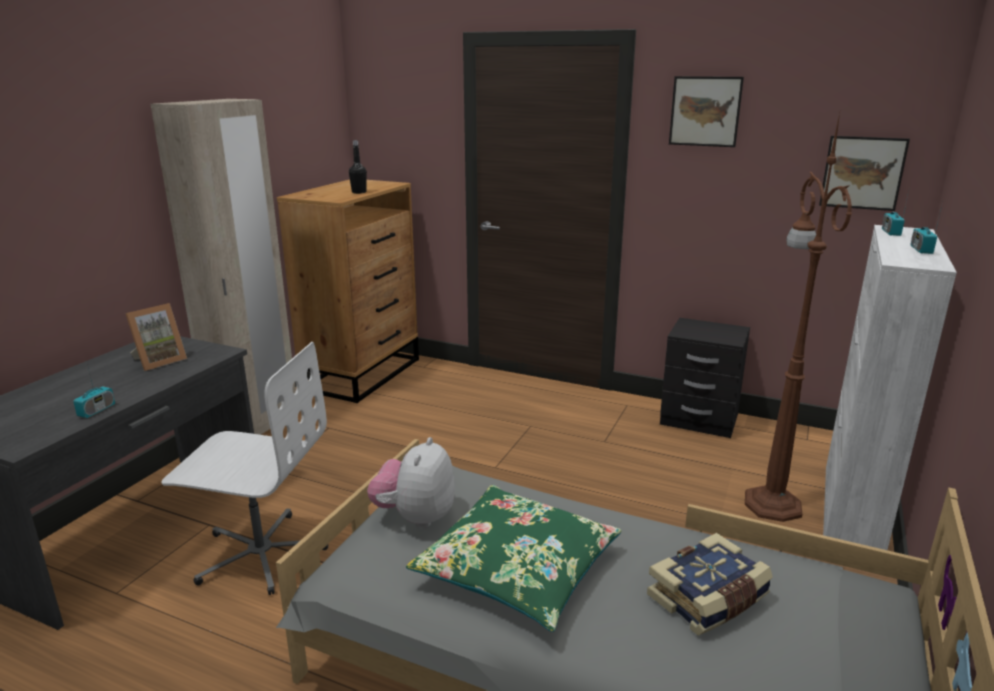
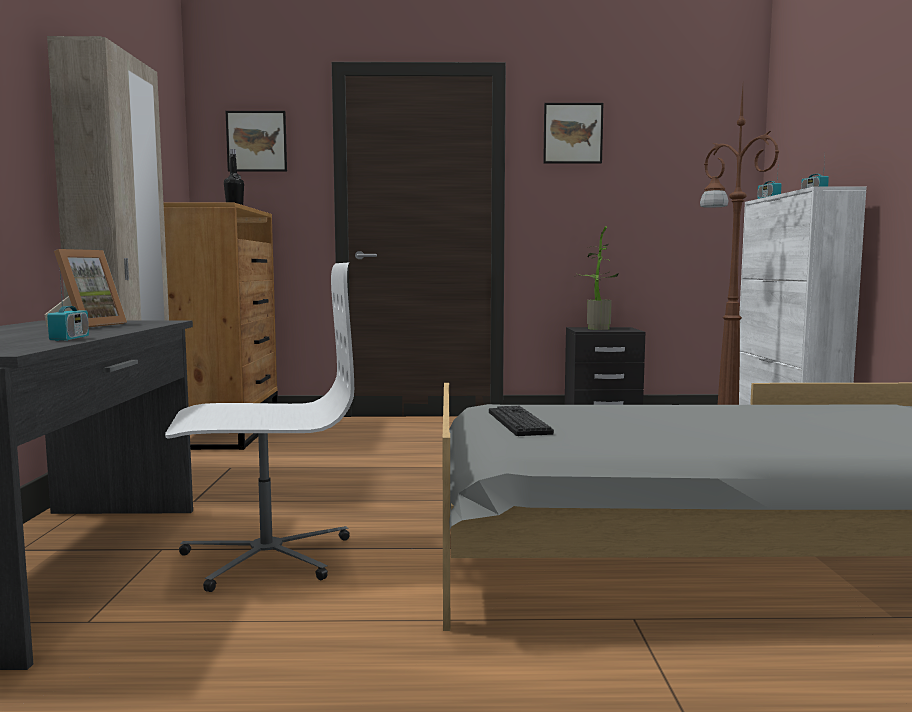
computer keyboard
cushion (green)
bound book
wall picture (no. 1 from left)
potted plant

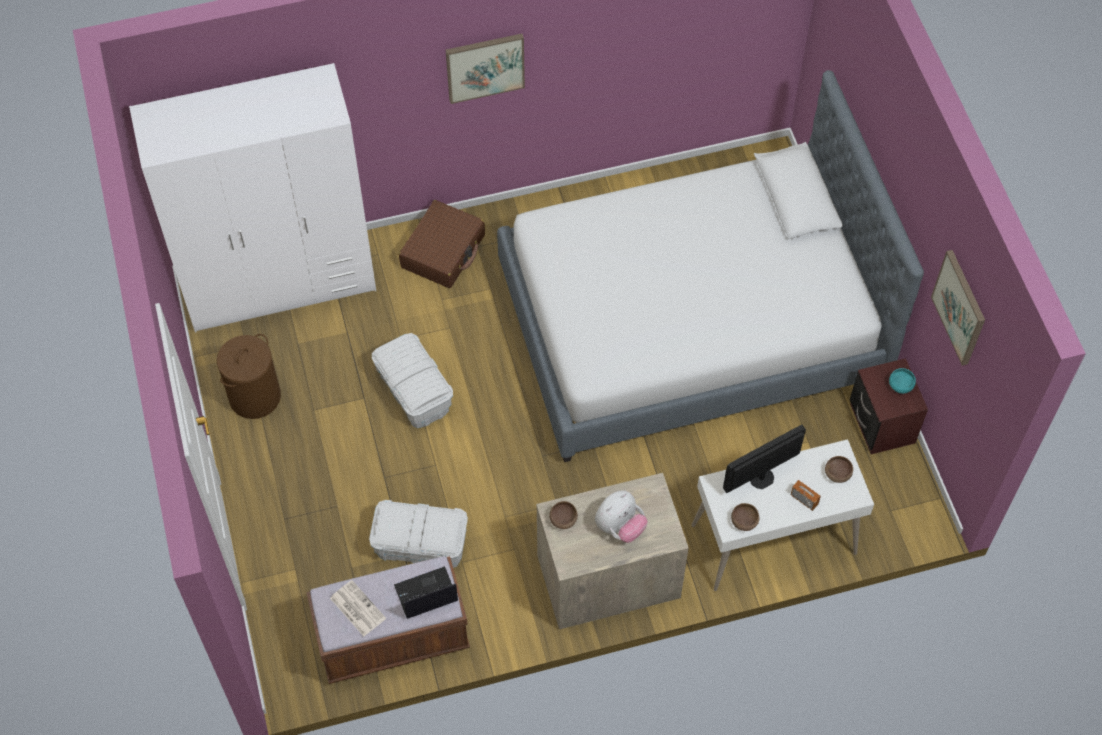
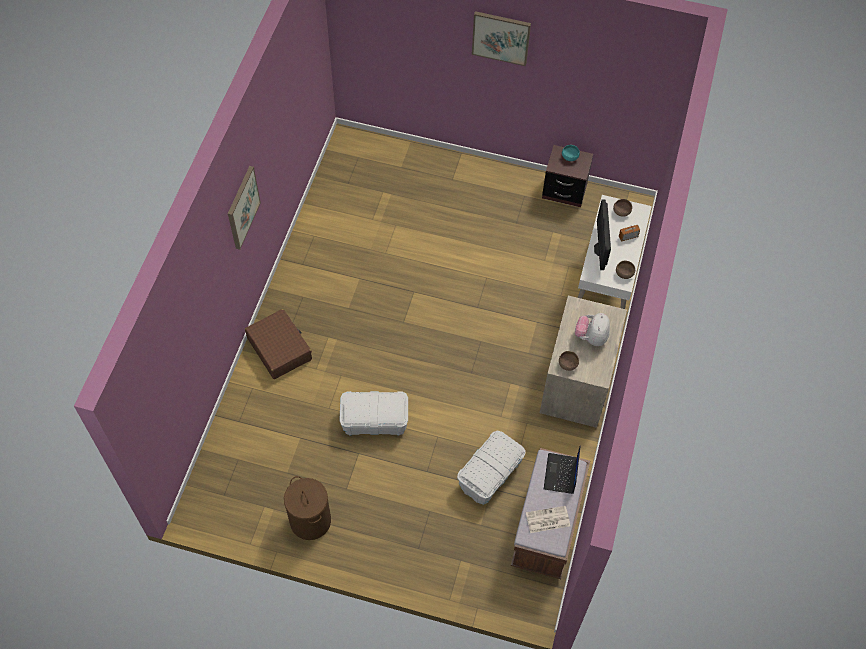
armoire (white)
bed
cuddly toy
wall picture (no. 2 from left)

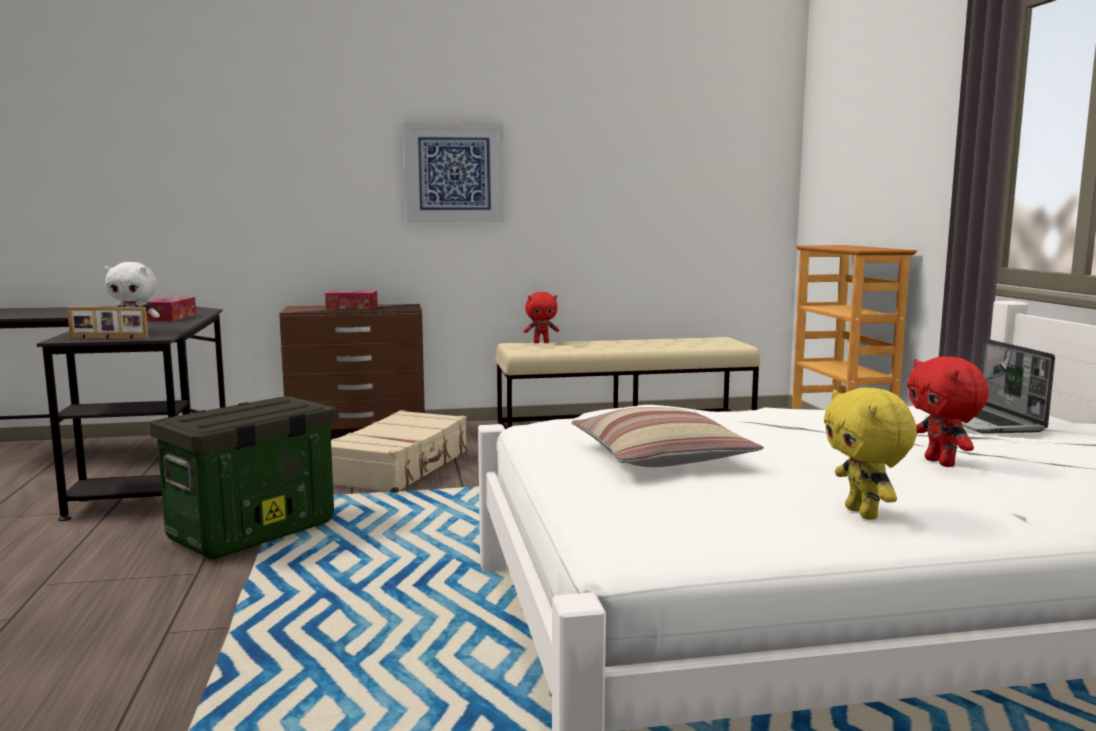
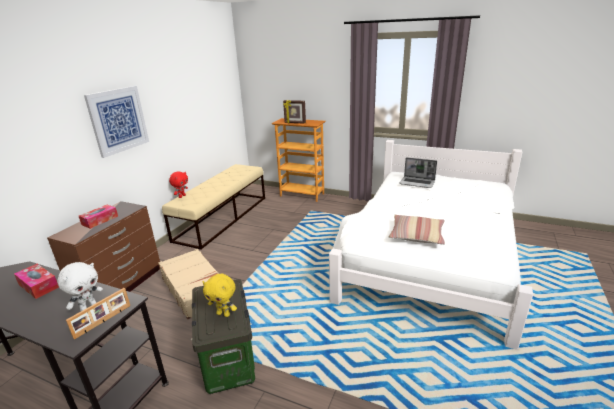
cuddly toy (yellow)
cuddly toy (red-coloured) (no. 2 from left in the first image)
standing frame (no. 2 from left)

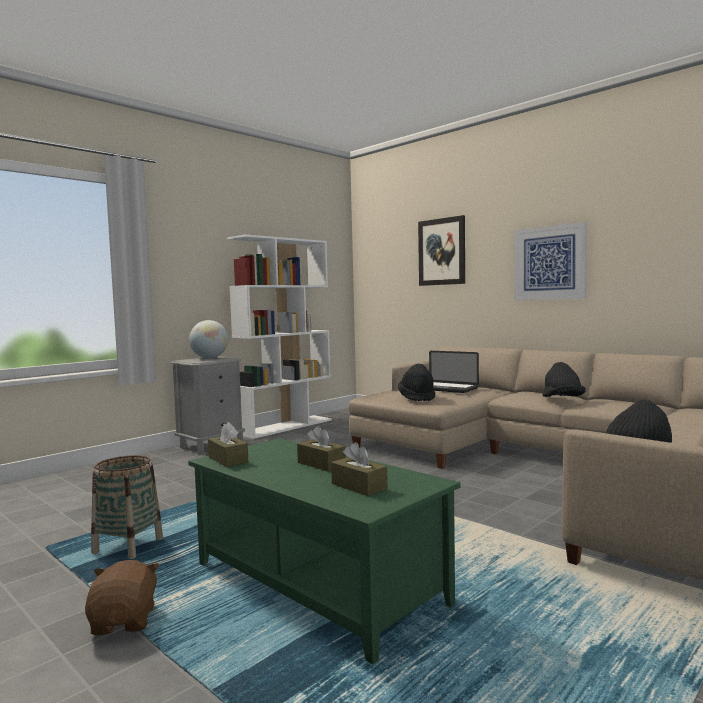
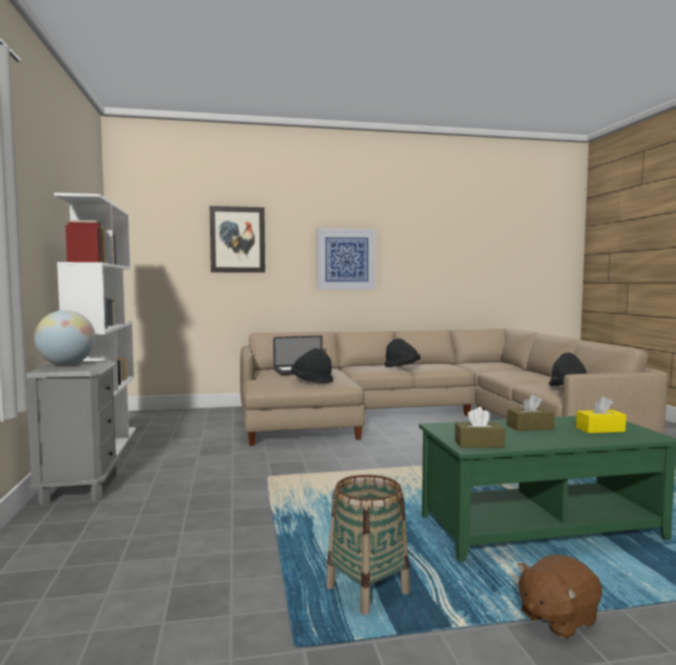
cuddly toy (brown-coloured)
tissue holder (yellow)

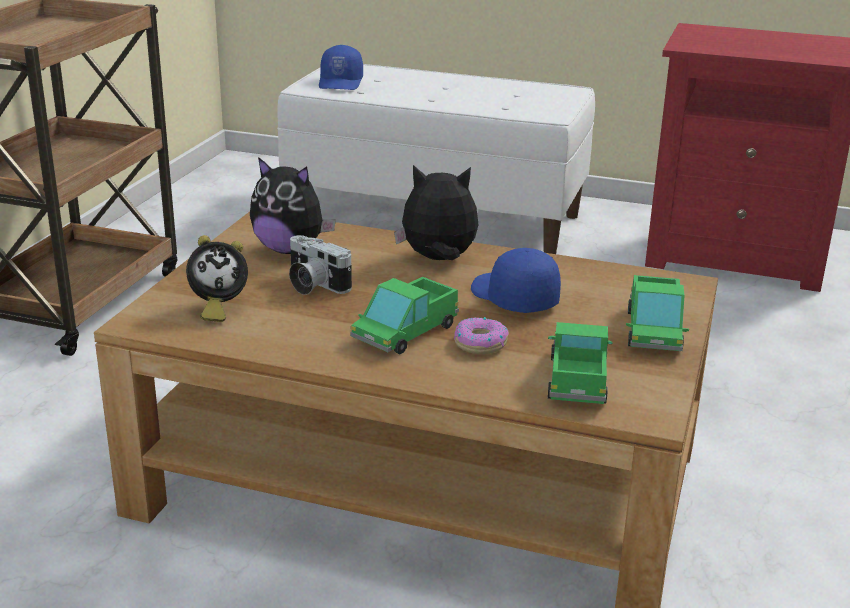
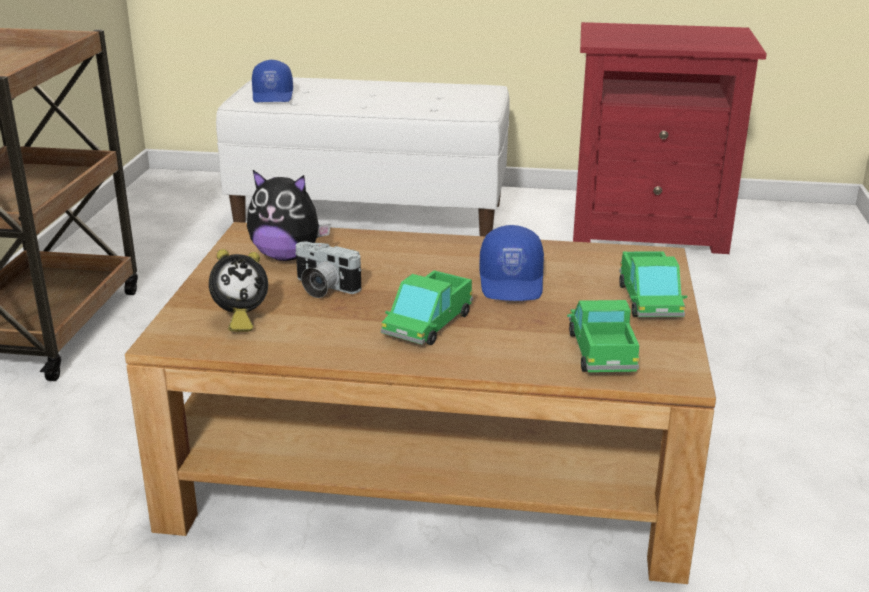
cuddly toy (no. 2 from left in the first image)
doughnut
cap (blue) (no. 2 from left)

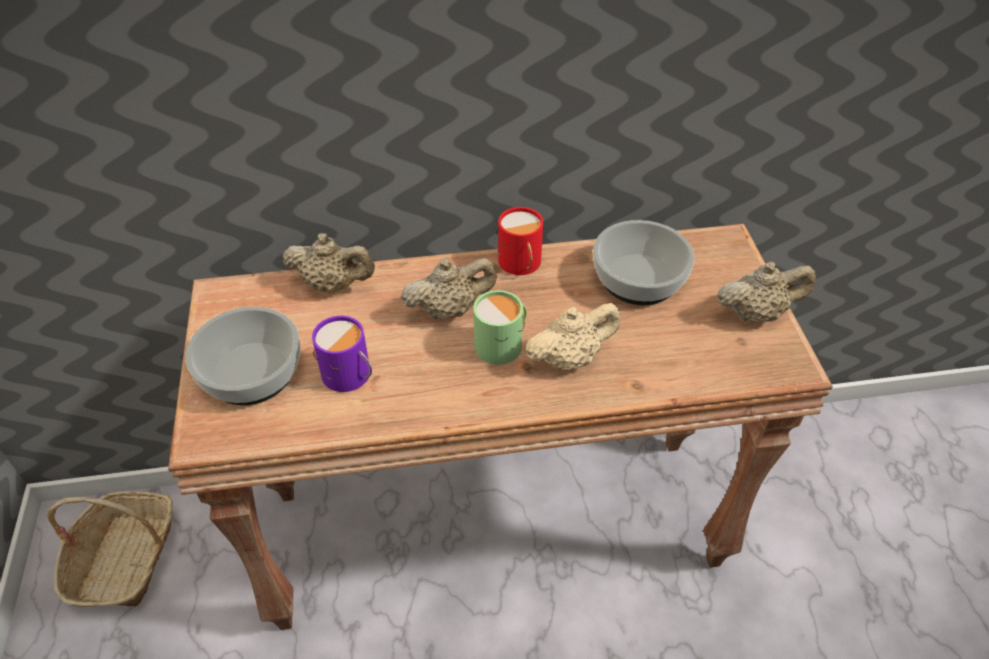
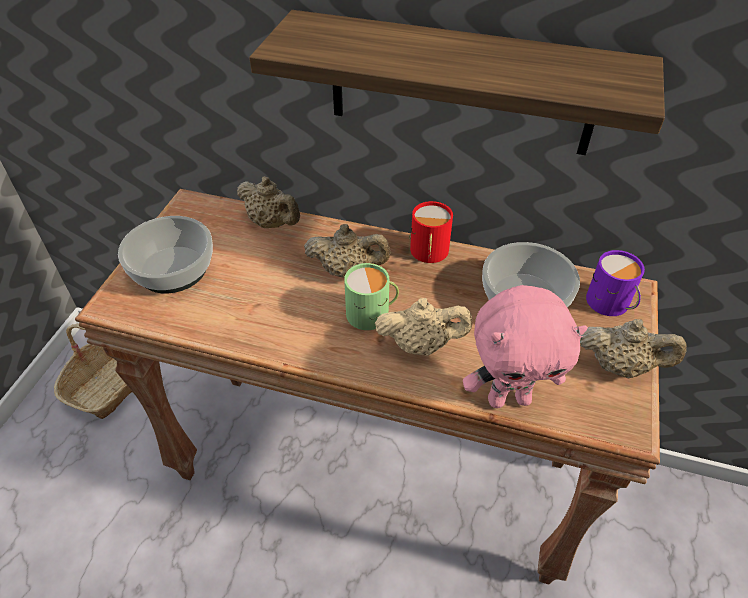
mug (purple-coloured)
shelf
cuddly toy (pink)

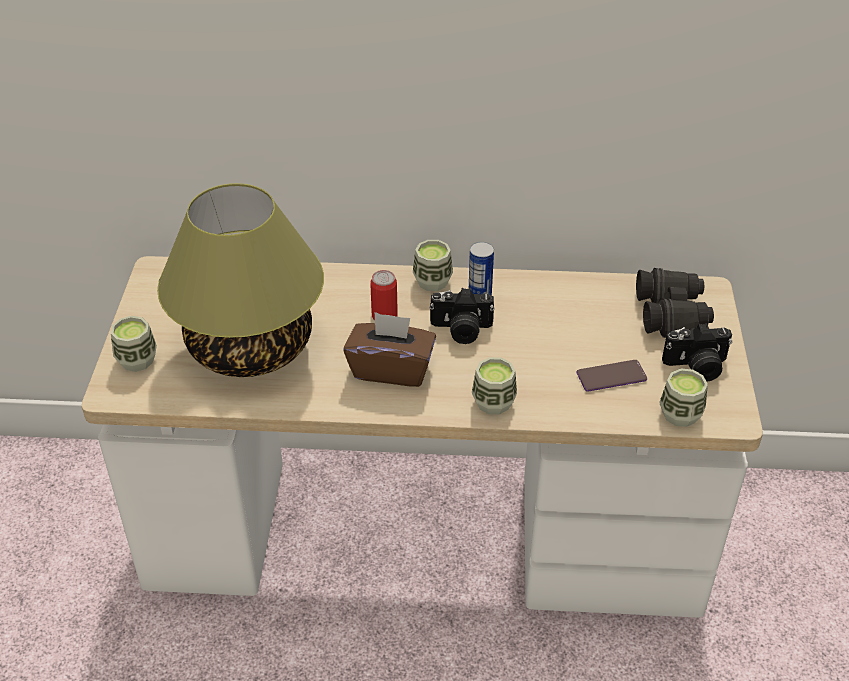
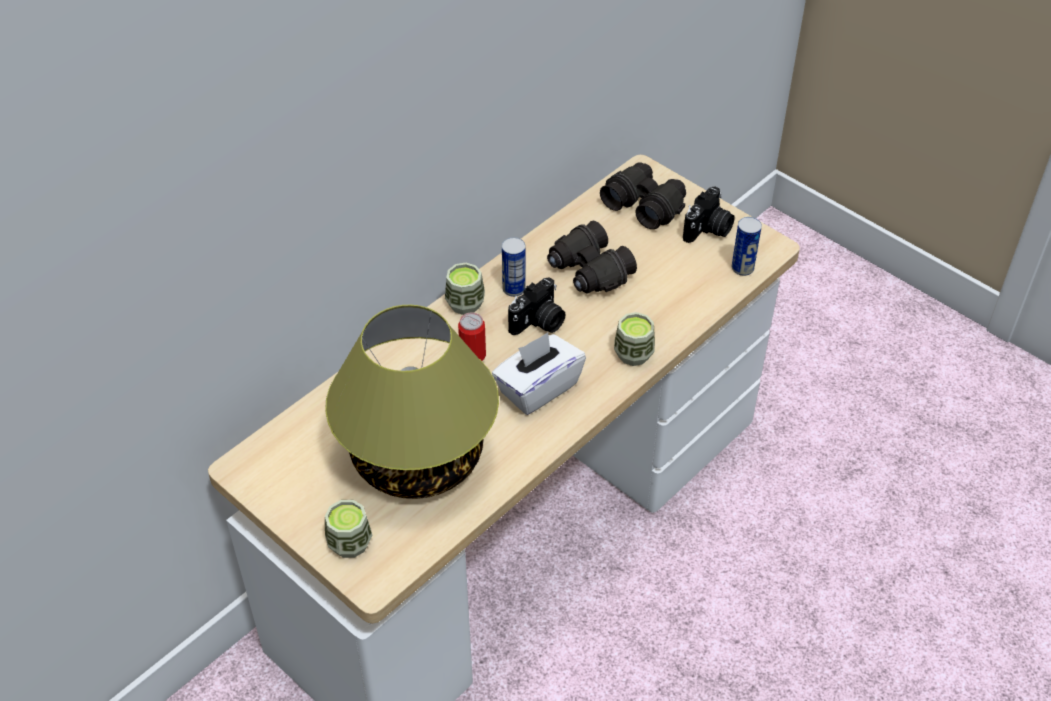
tissue holder (white)
telephone
can (no. 3 from left)
pair of binoculars (black-coloured) (no. 1 from left)

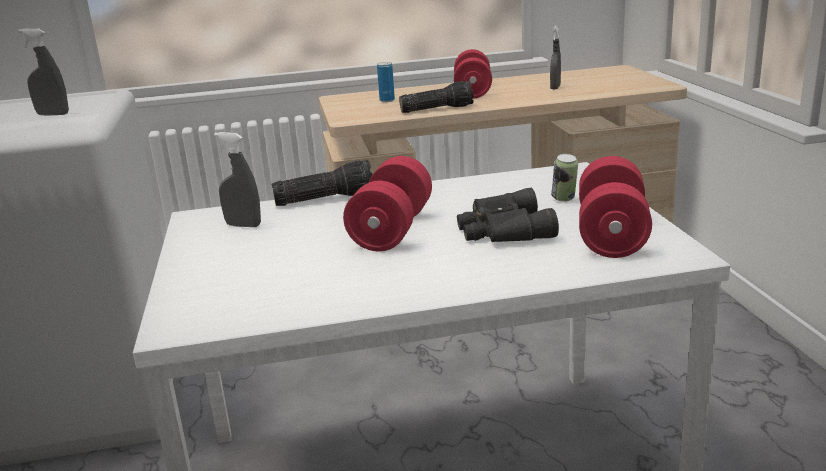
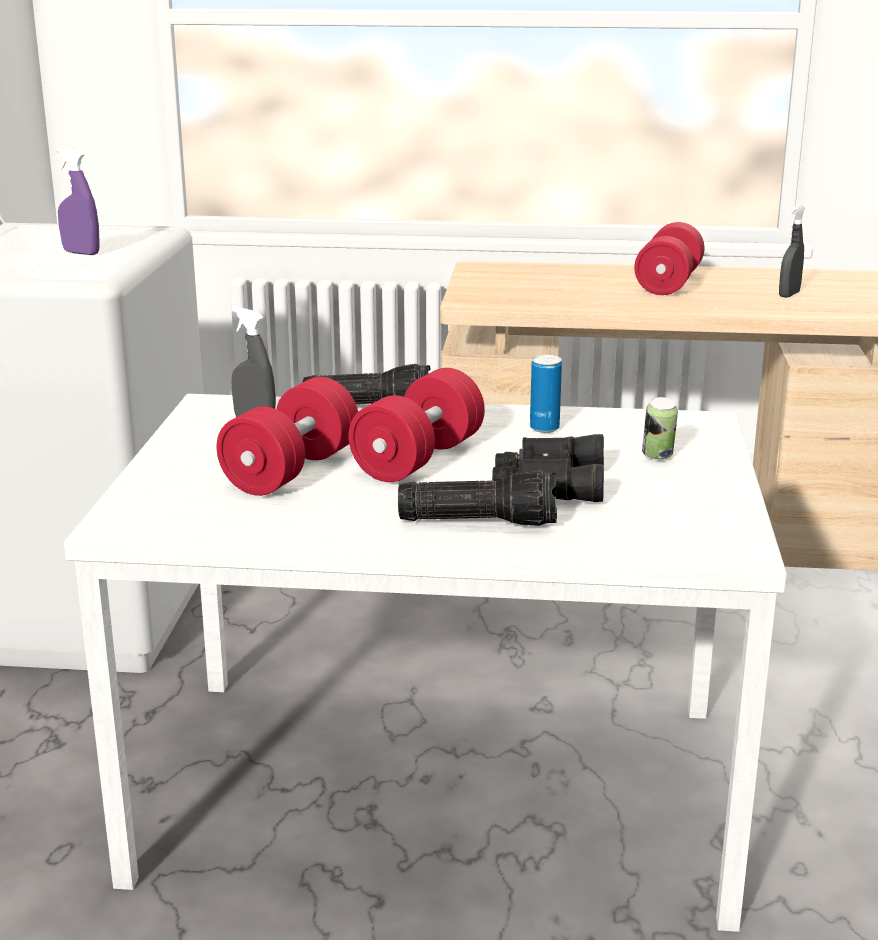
sprayer (purple-coloured)
can (no. 1 from left)
hand torch (no. 2 from left)
hand weight (red-coloured) (no. 1 from left)

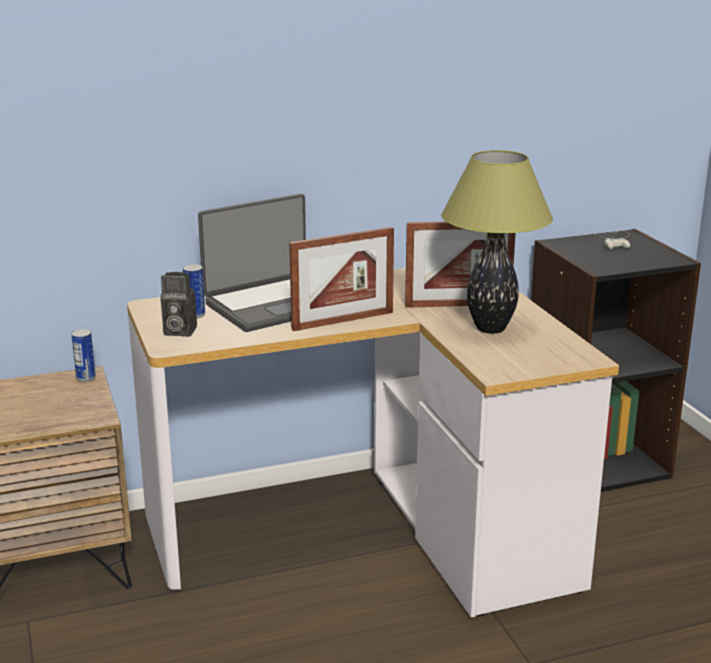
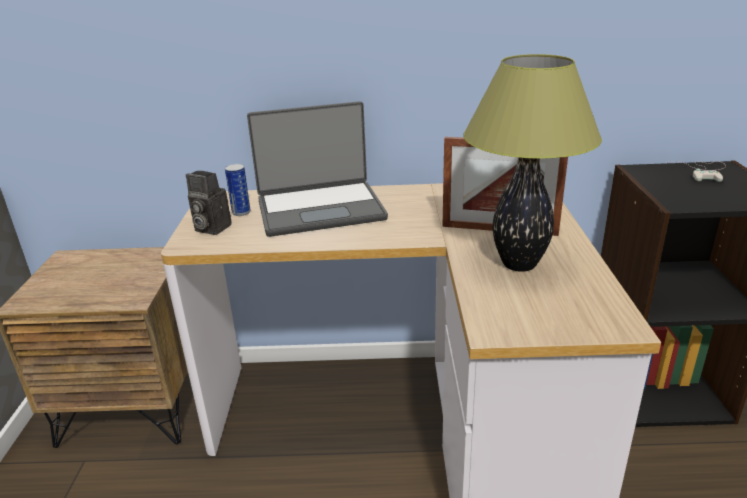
can (no. 1 from left in the first image)
standing frame (no. 1 from left in the first image)

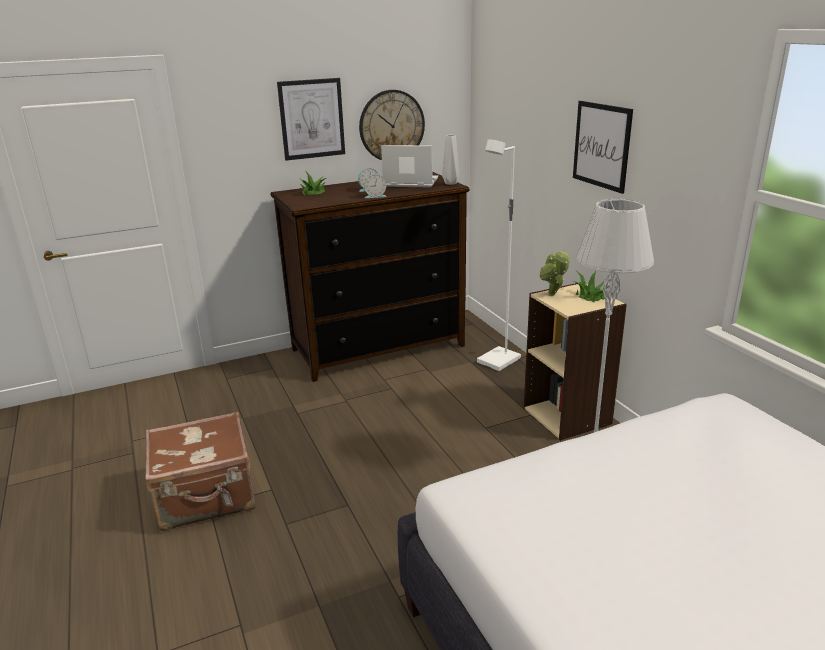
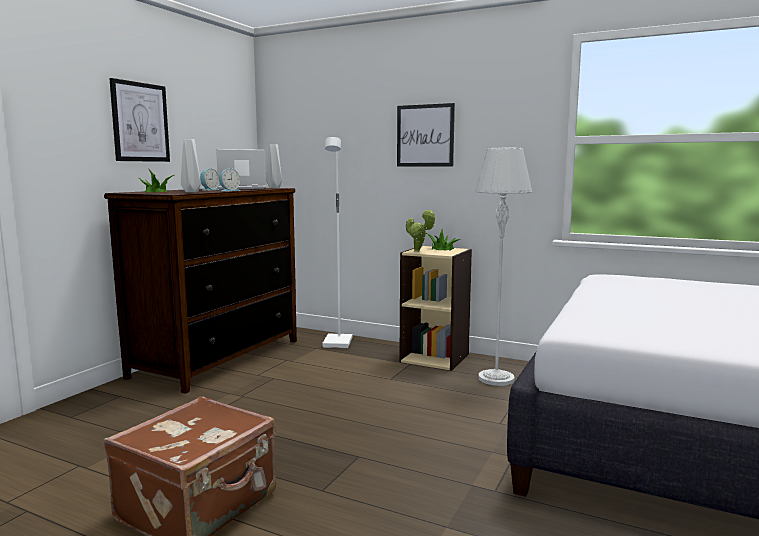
hanging clock
vase (grey) (no. 1 from left)

